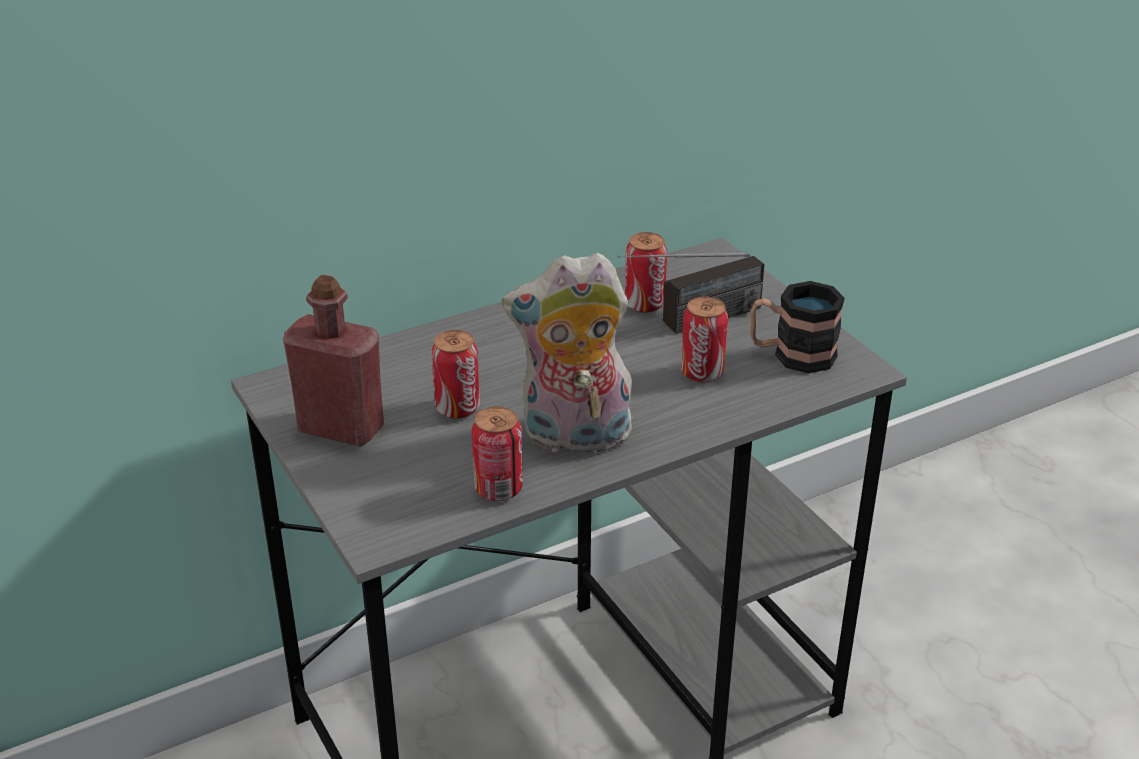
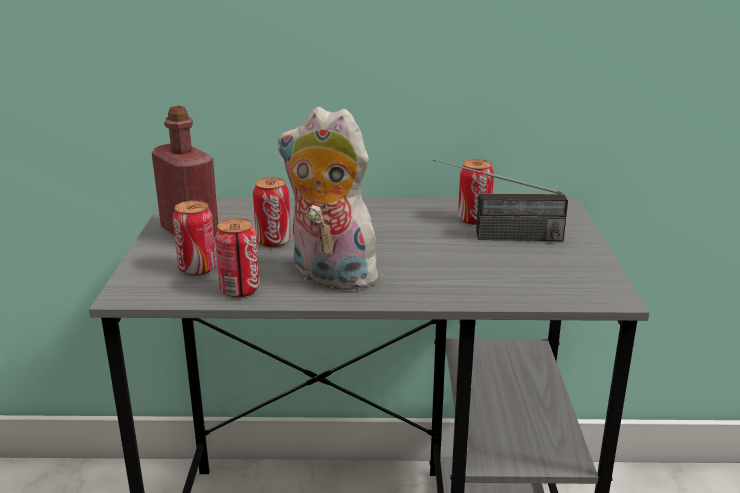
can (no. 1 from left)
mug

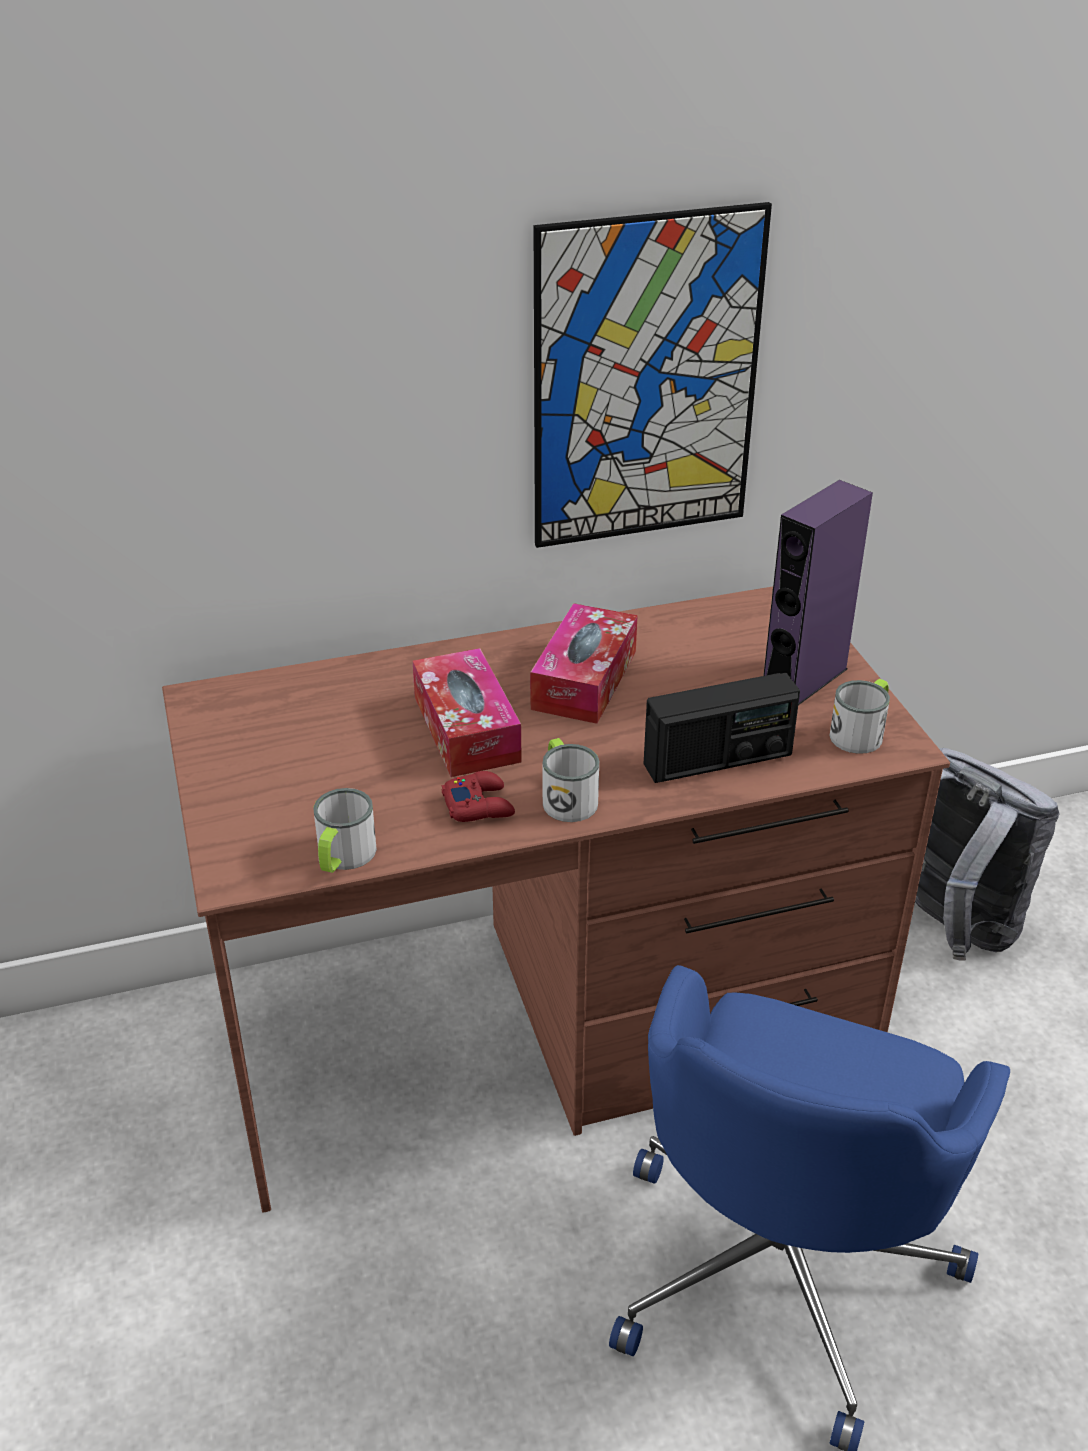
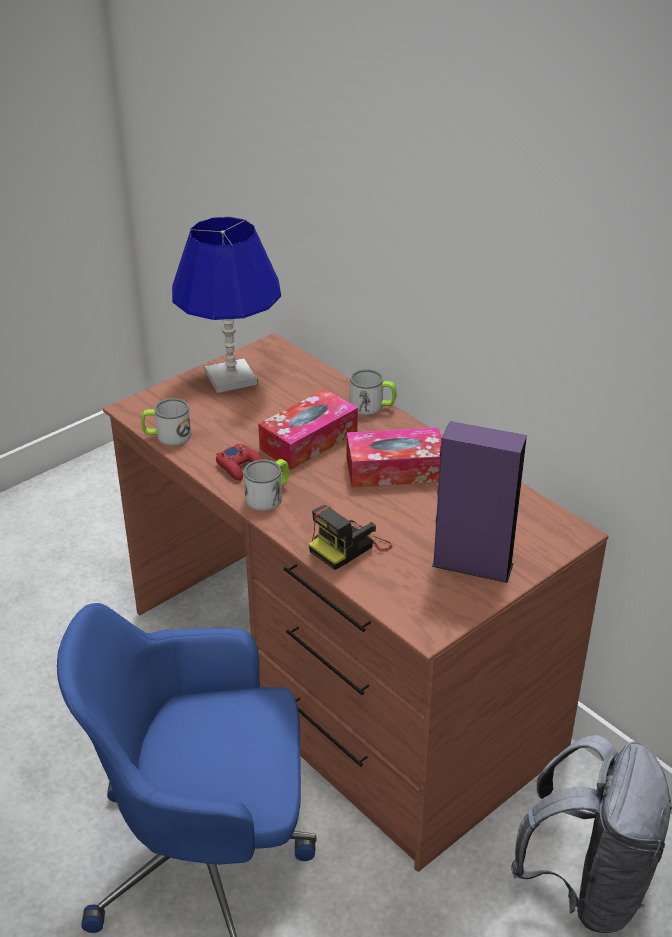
wall picture
still camera
mug (no. 3 from left)
tabletop lamp (blue)

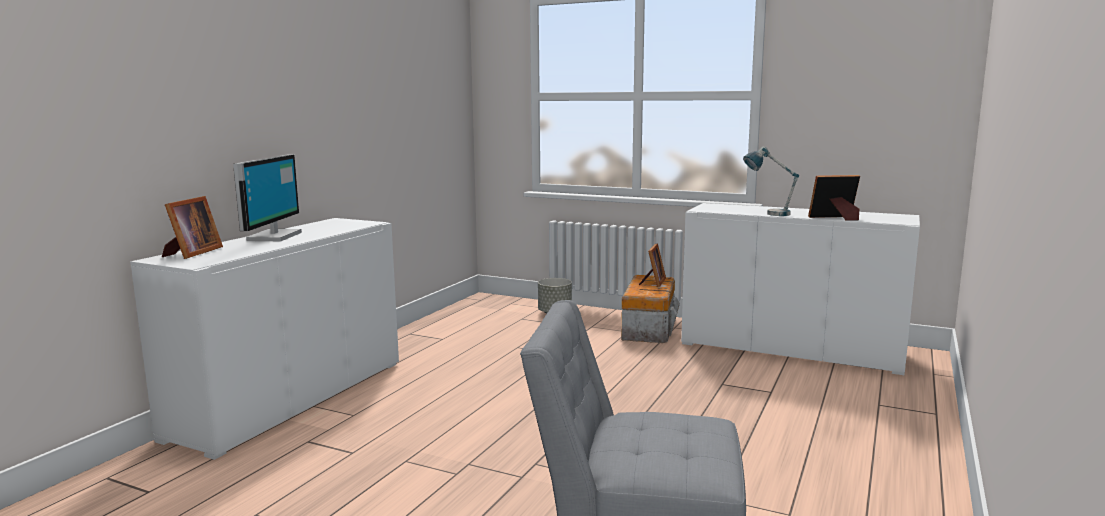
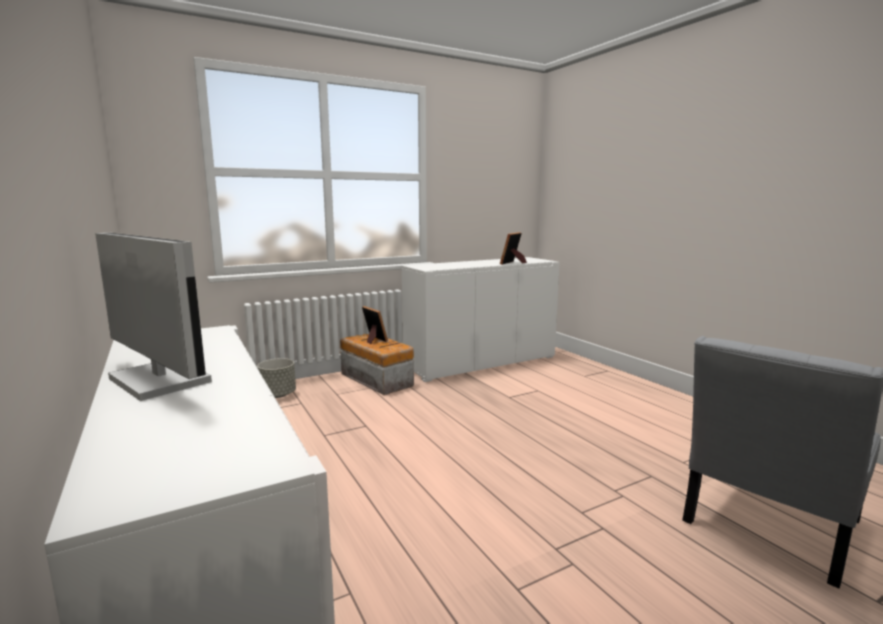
standing frame (no. 1 from left in the first image)
tabletop lamp

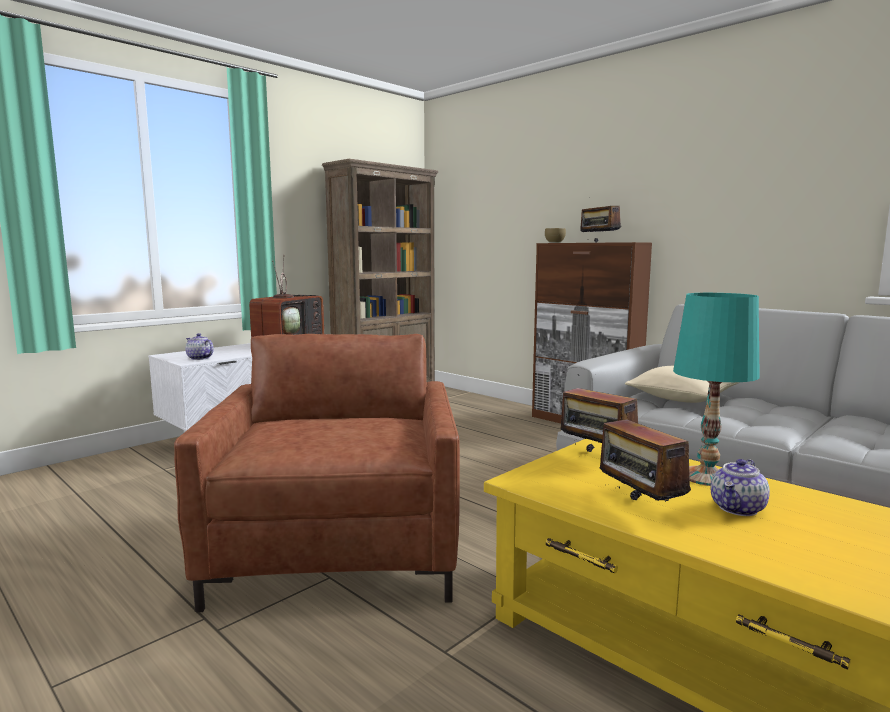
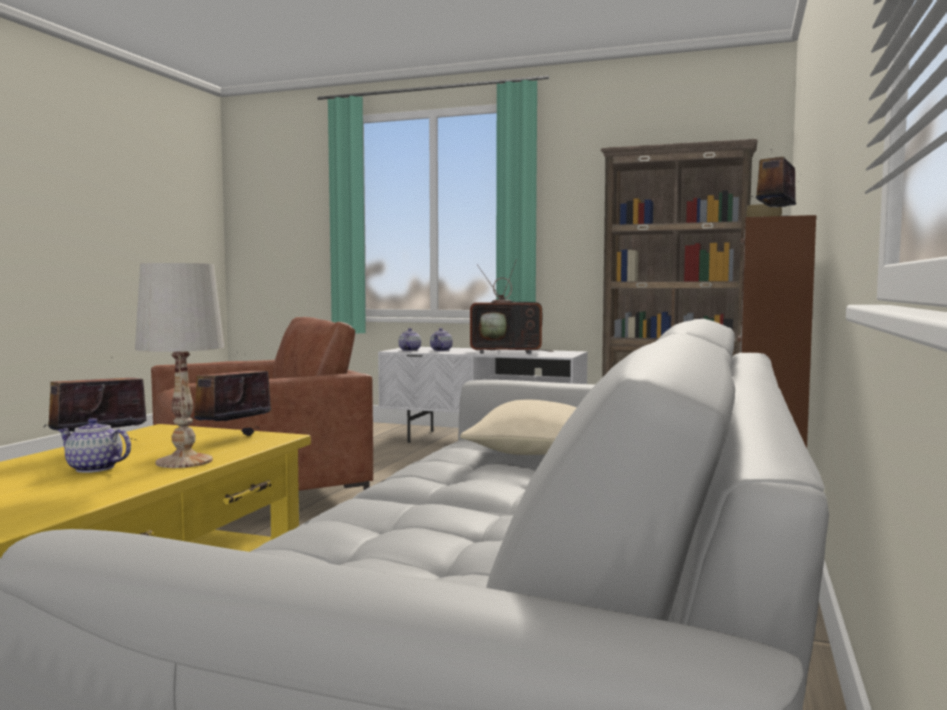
tabletop lamp (white)
pot for tea (no. 3 from left)

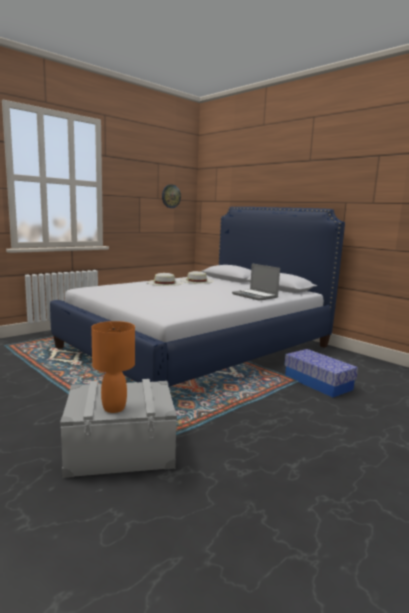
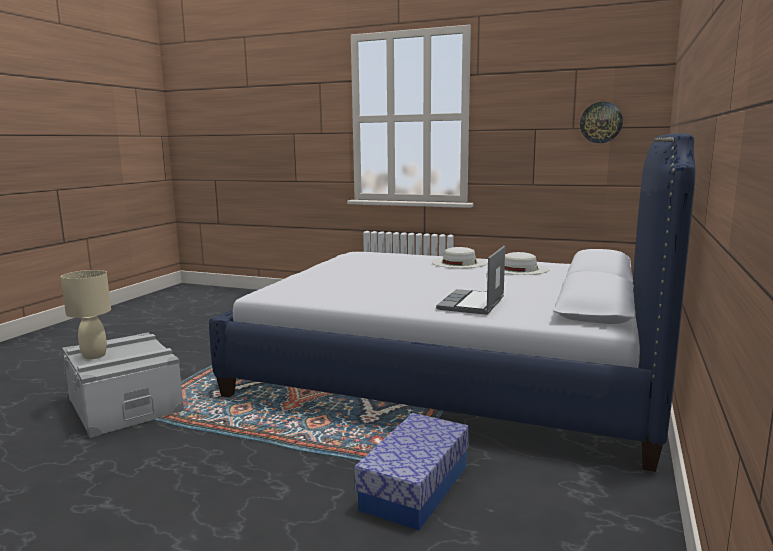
tabletop lamp (beige)

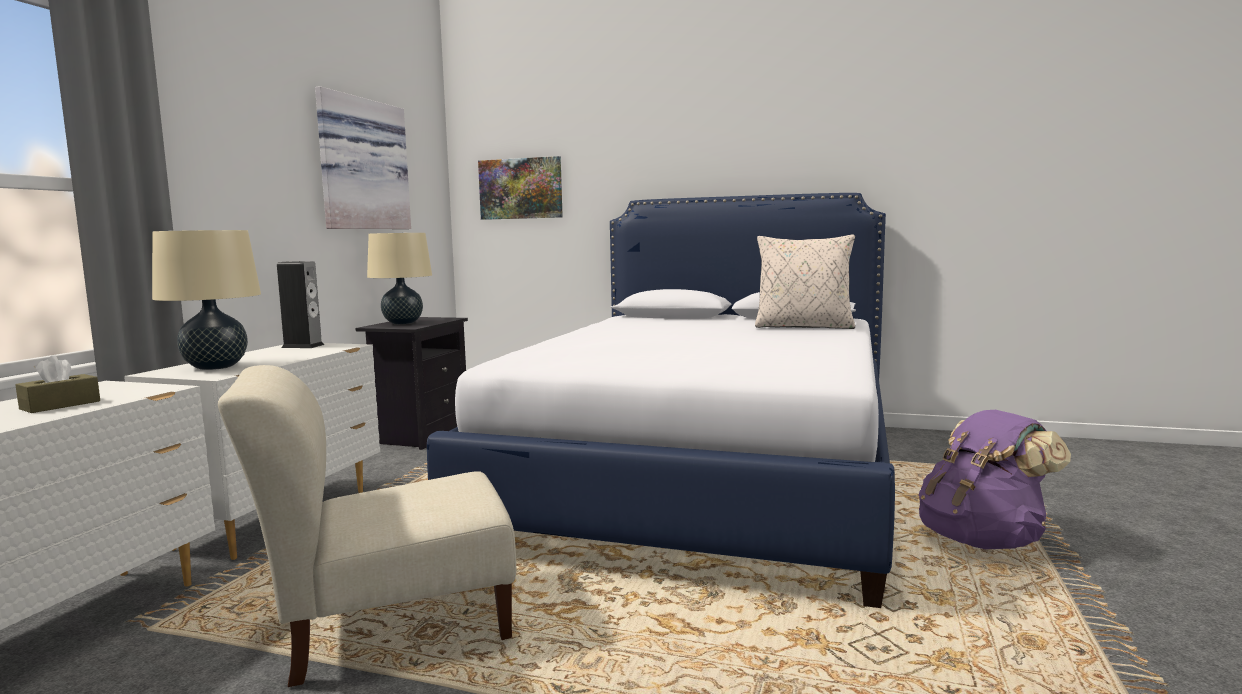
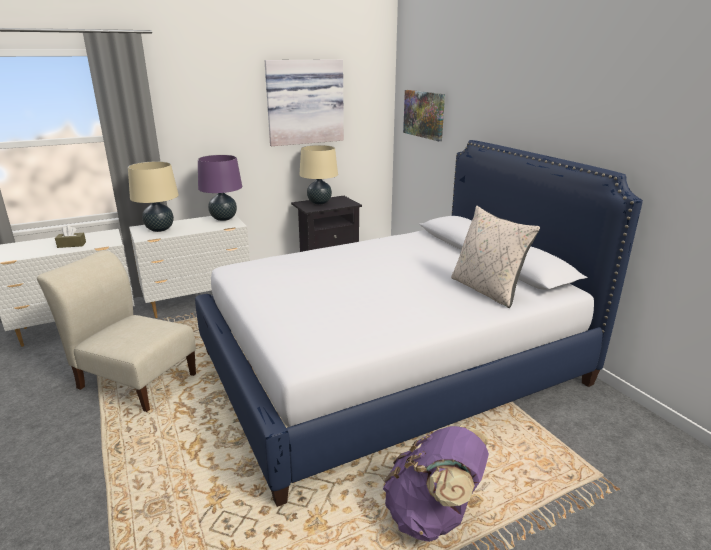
tabletop lamp (purple-coloured)

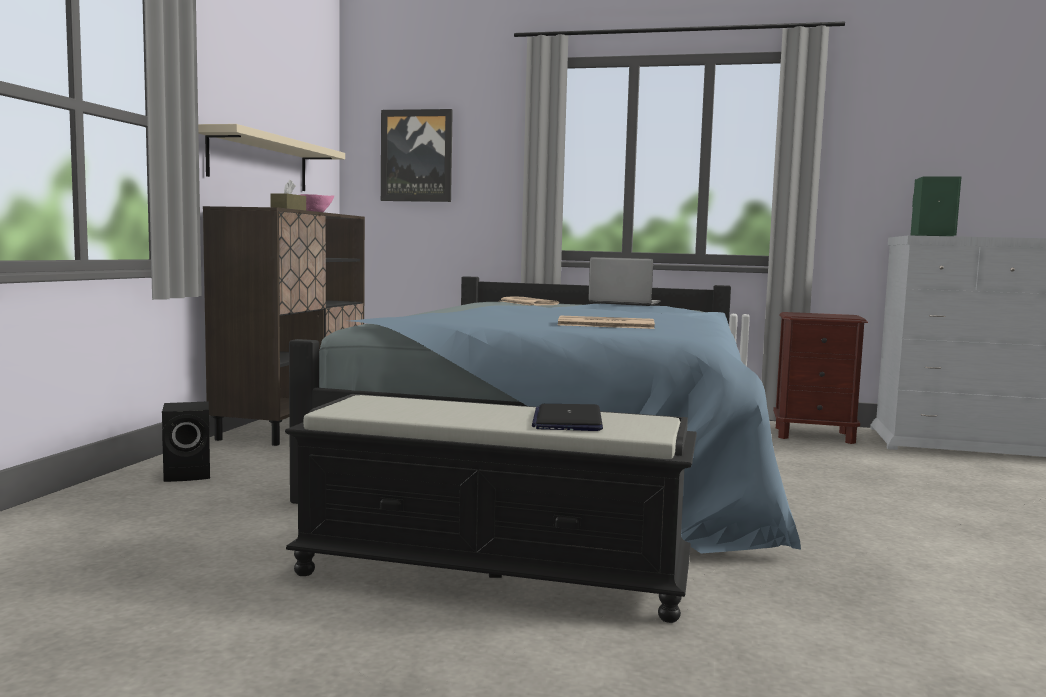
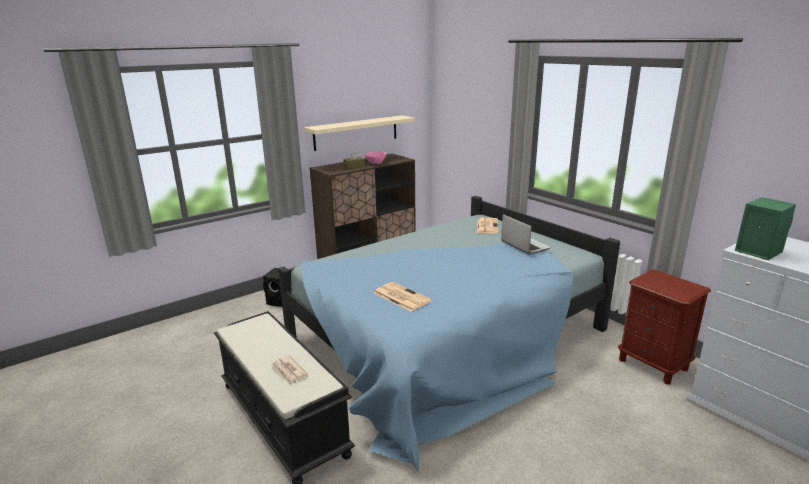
wall picture
printed paper (no. 1 from left)

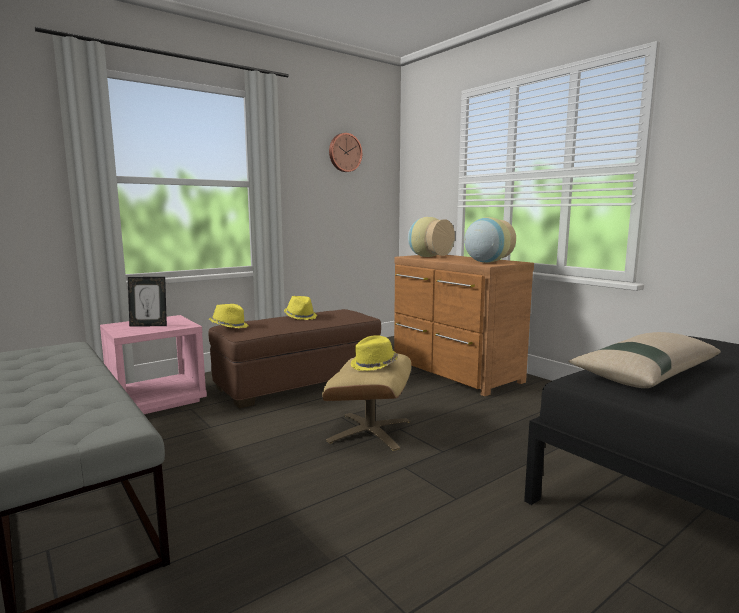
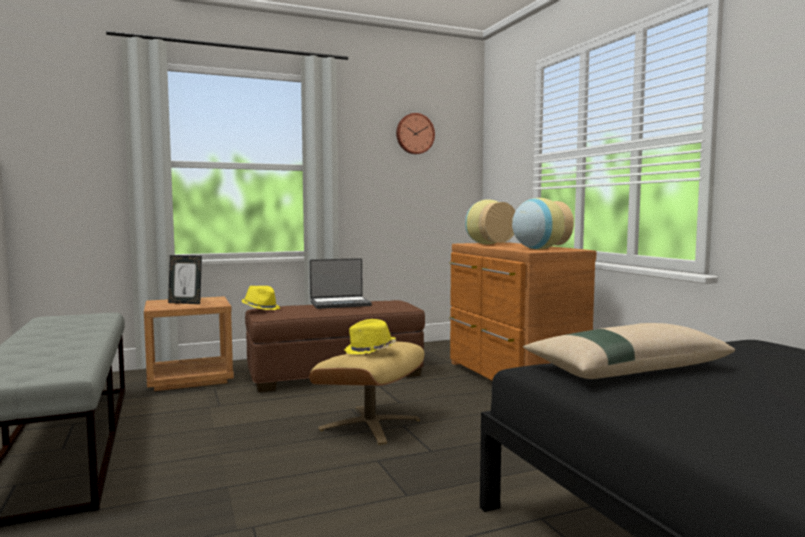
nightstand (brown-coloured)
notebook computer

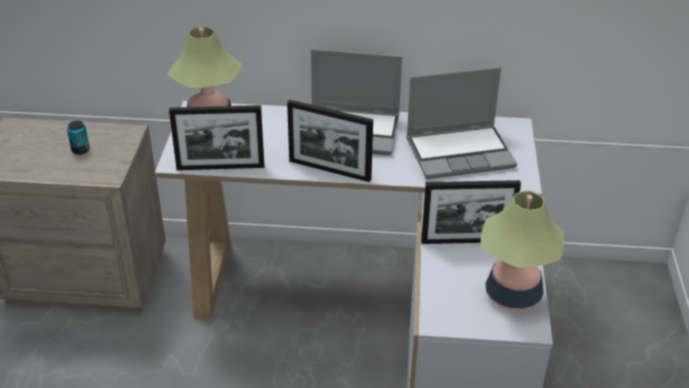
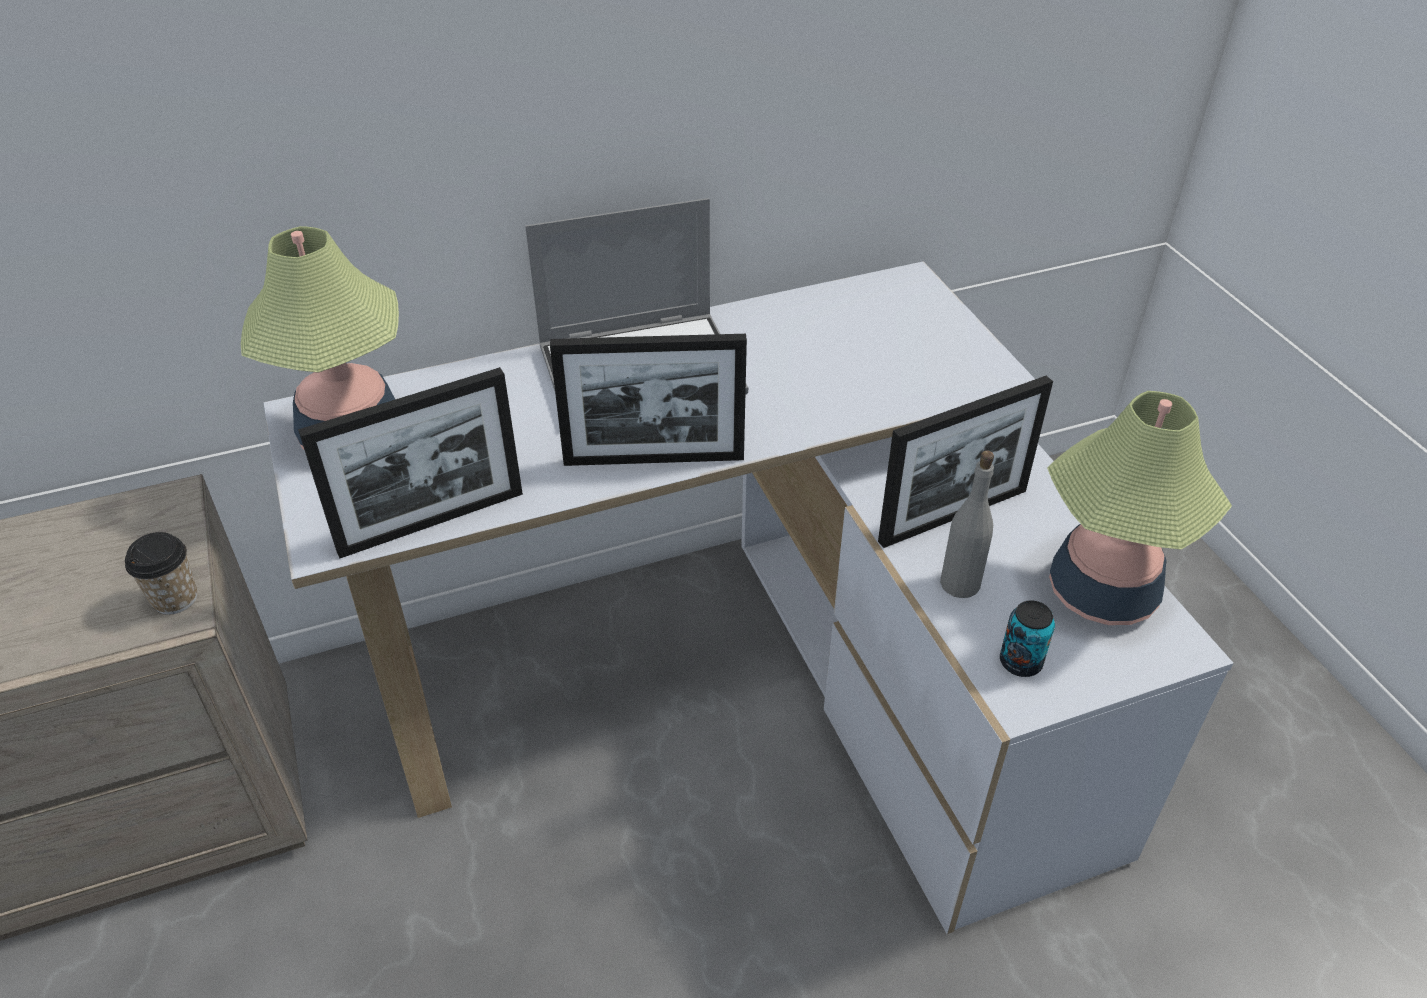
can
notebook computer (no. 2 from left in the first image)
small cup
drink bottle (grey)

